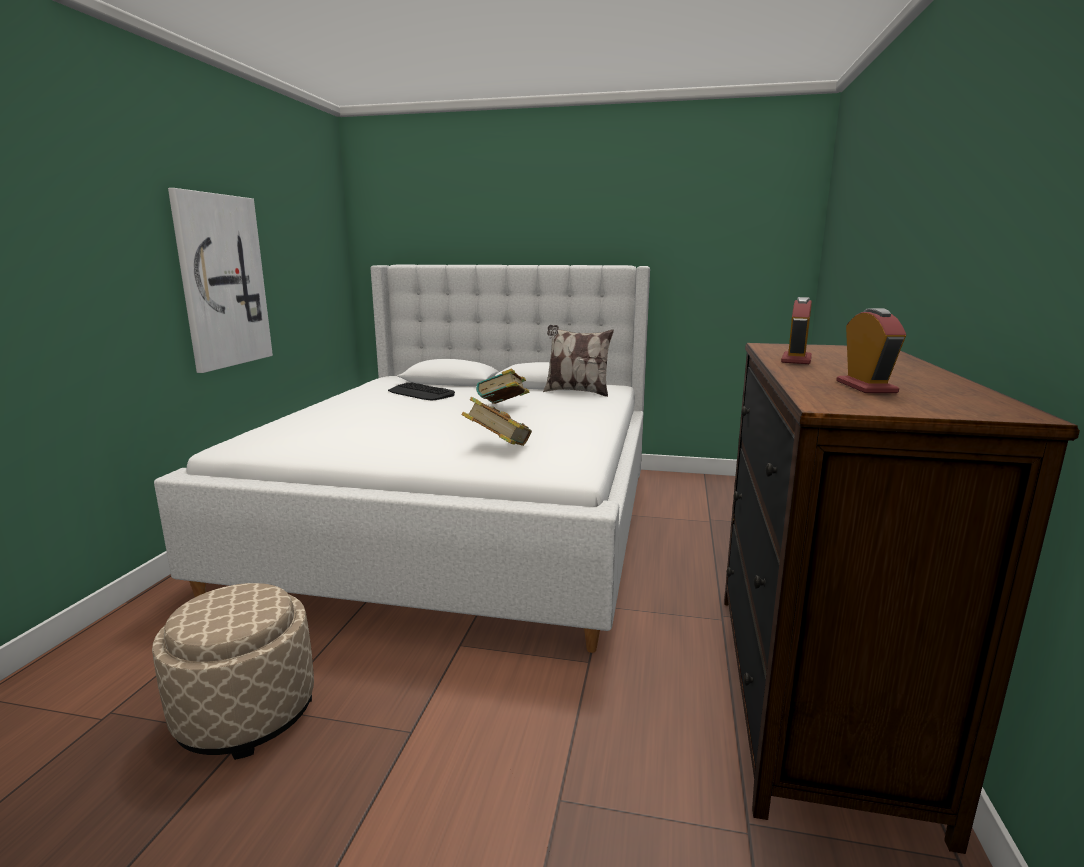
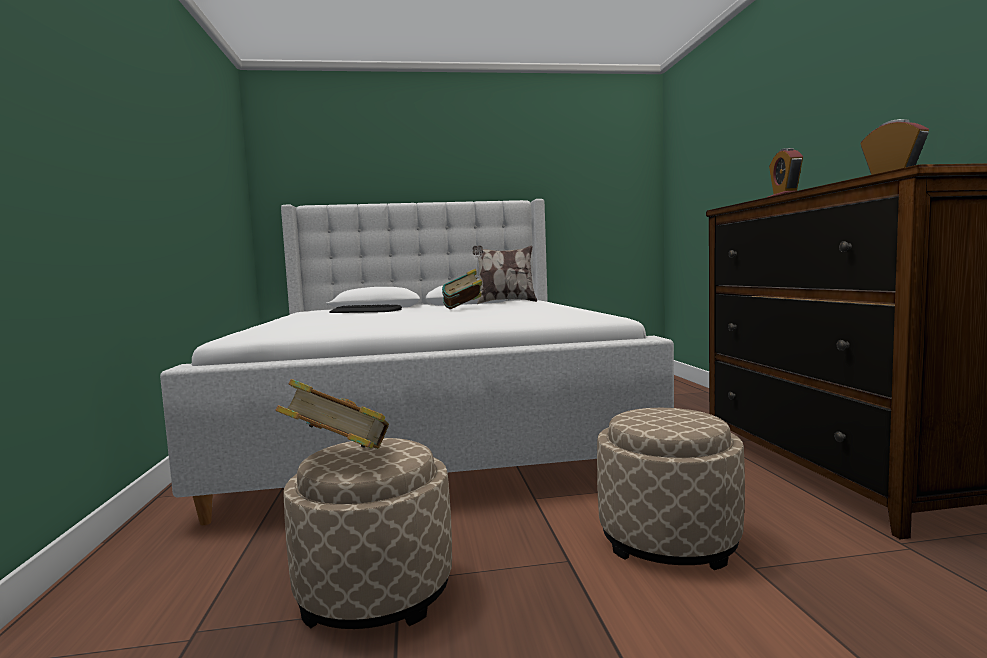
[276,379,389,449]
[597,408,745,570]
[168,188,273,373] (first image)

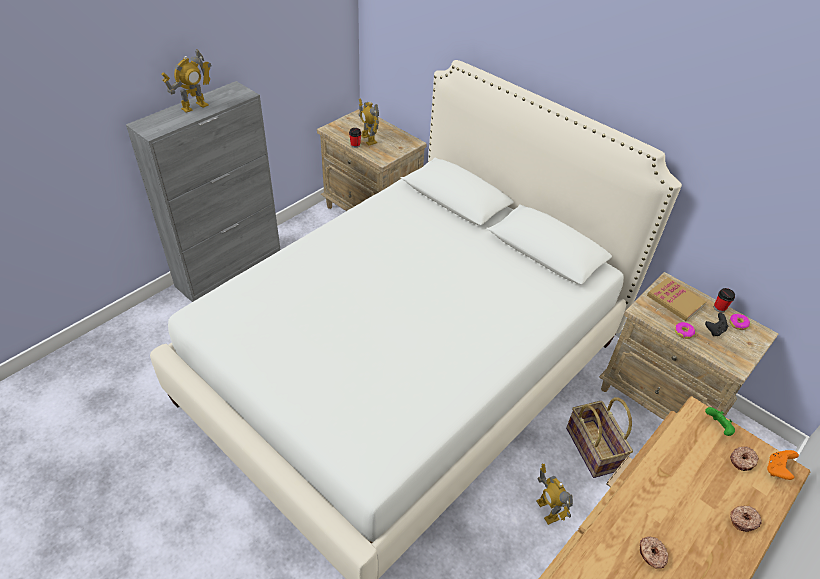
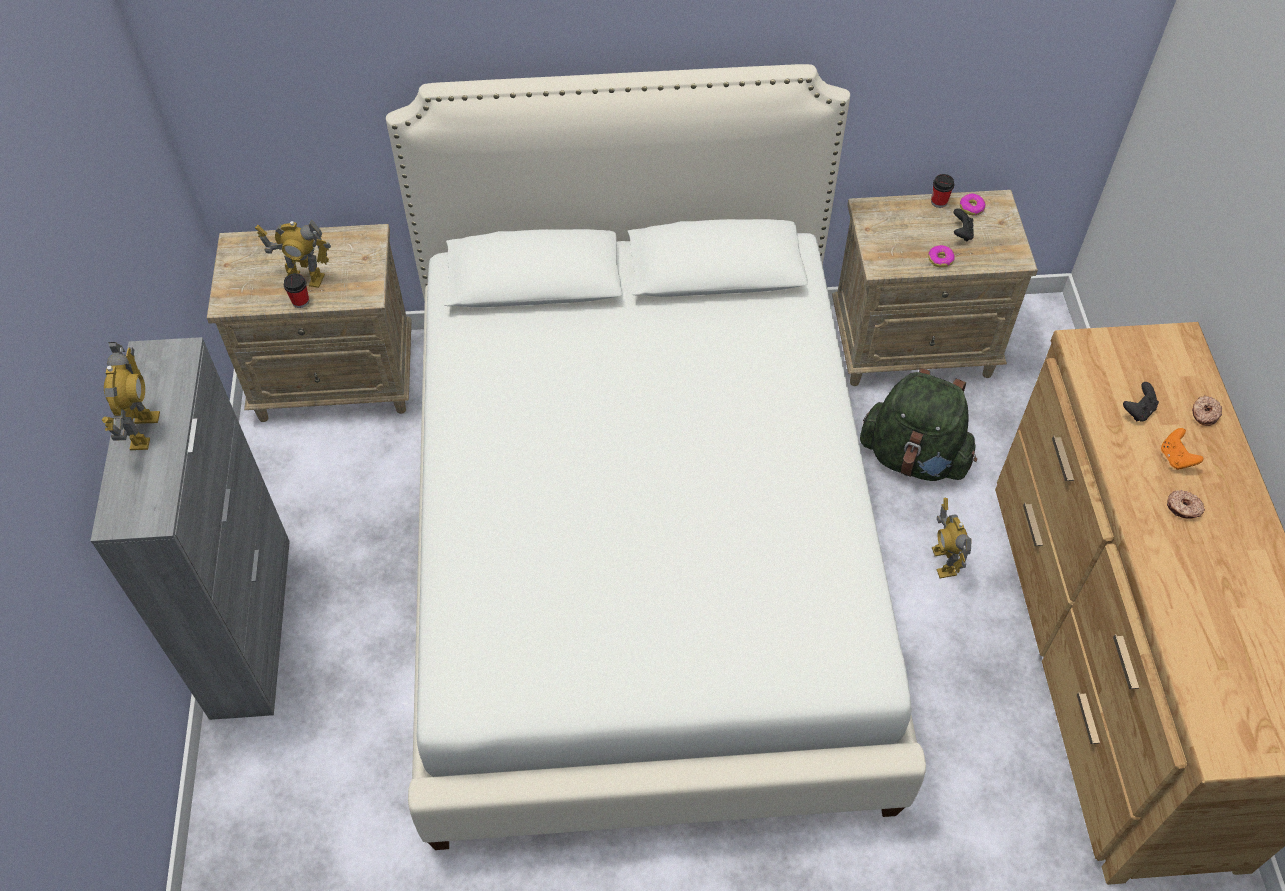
[860,368,977,481]
[932,498,972,578]
[1123,382,1159,422]
[1161,428,1204,470]
[647,277,706,321] (first image)
[705,407,735,436] (first image)
[730,447,759,471] (first image)

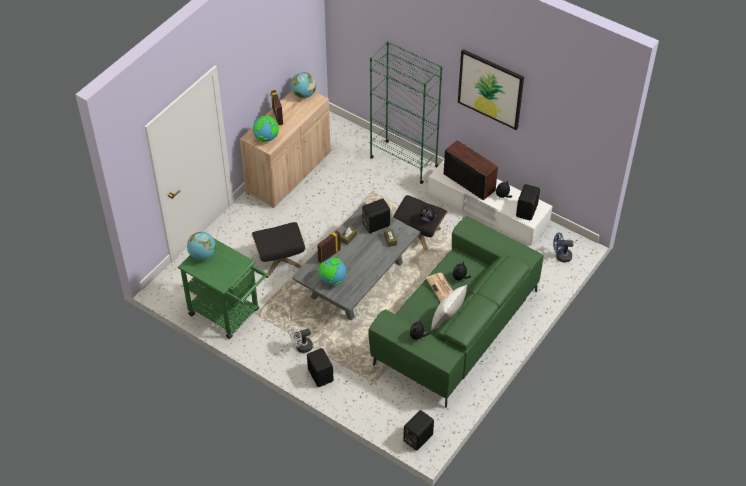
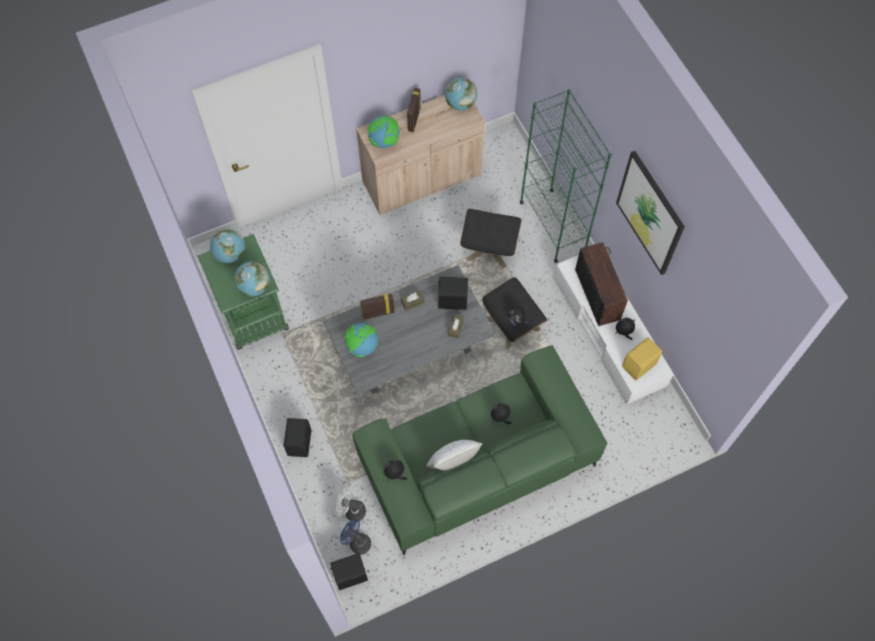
[234,262,270,297]
[336,488,366,522]
[340,519,371,555]
[460,209,522,268]
[622,337,662,380]
[426,273,453,302] (first image)

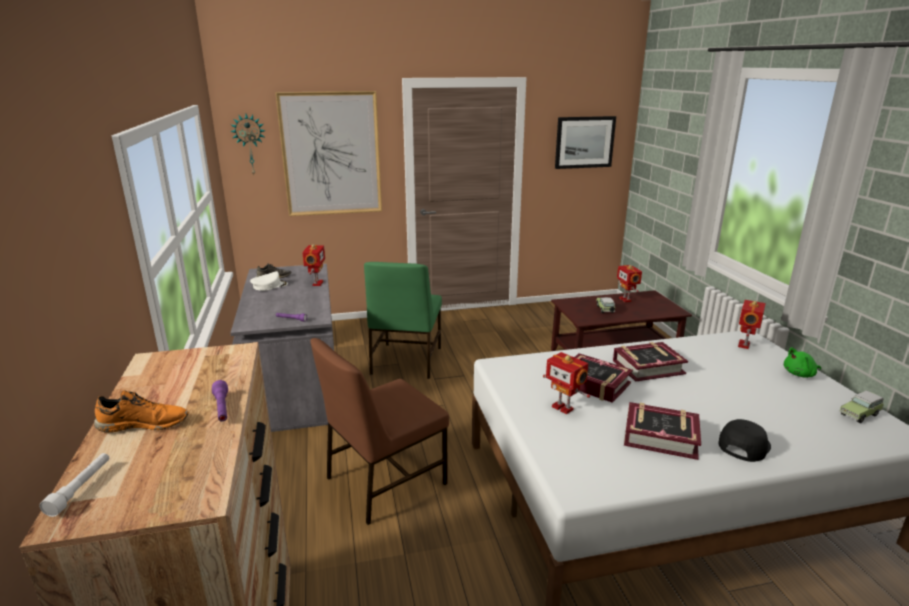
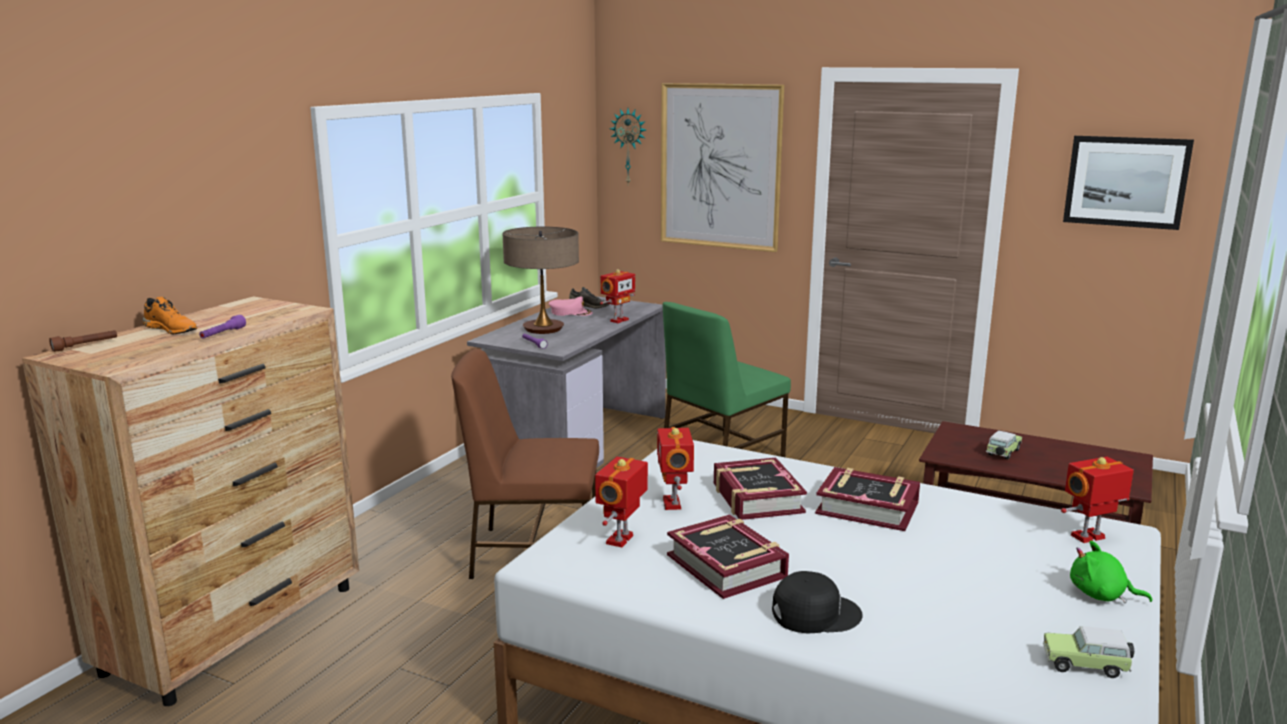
[49,330,117,352]
[503,227,579,334]
[549,297,593,316]
[595,457,648,548]

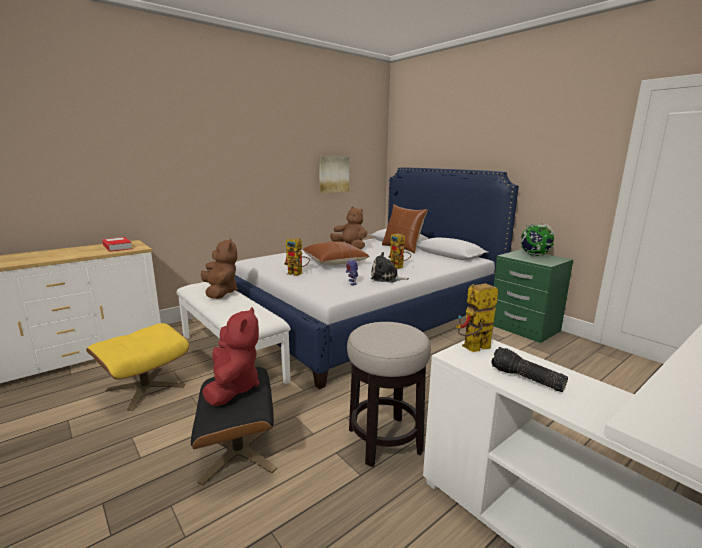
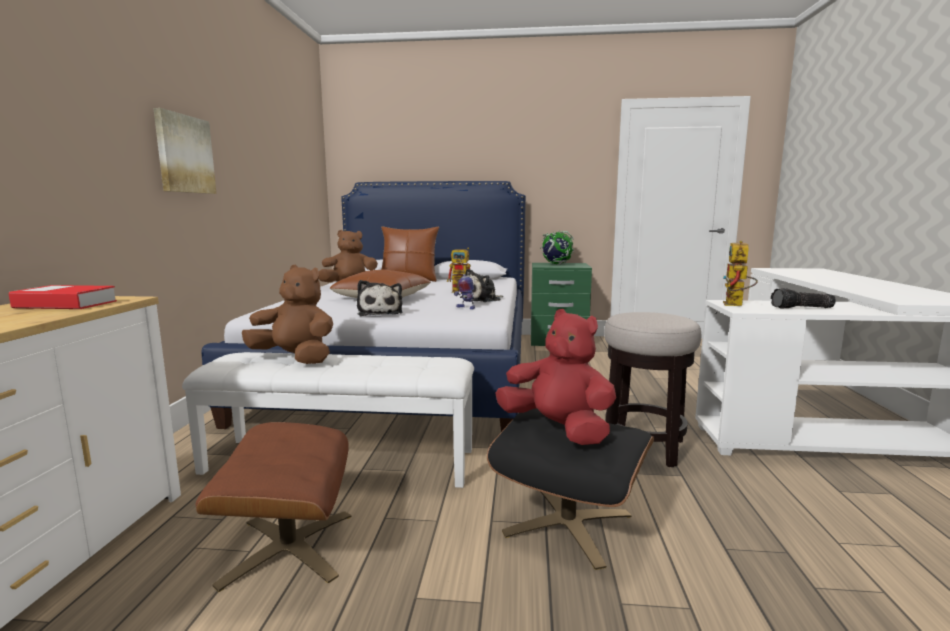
[153,108,216,194]
[196,422,352,592]
[357,280,402,316]

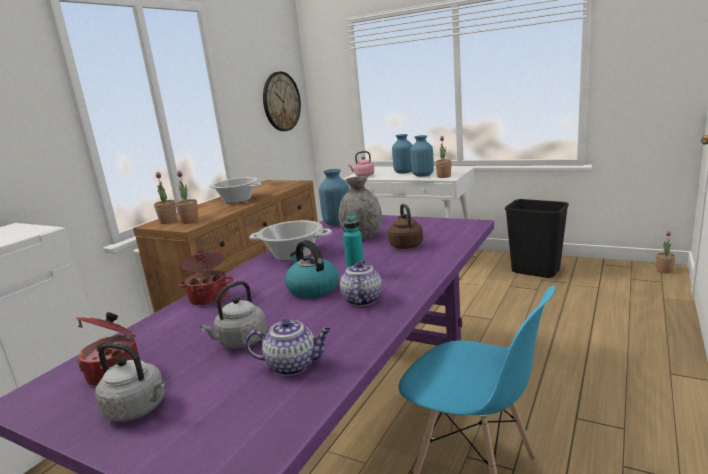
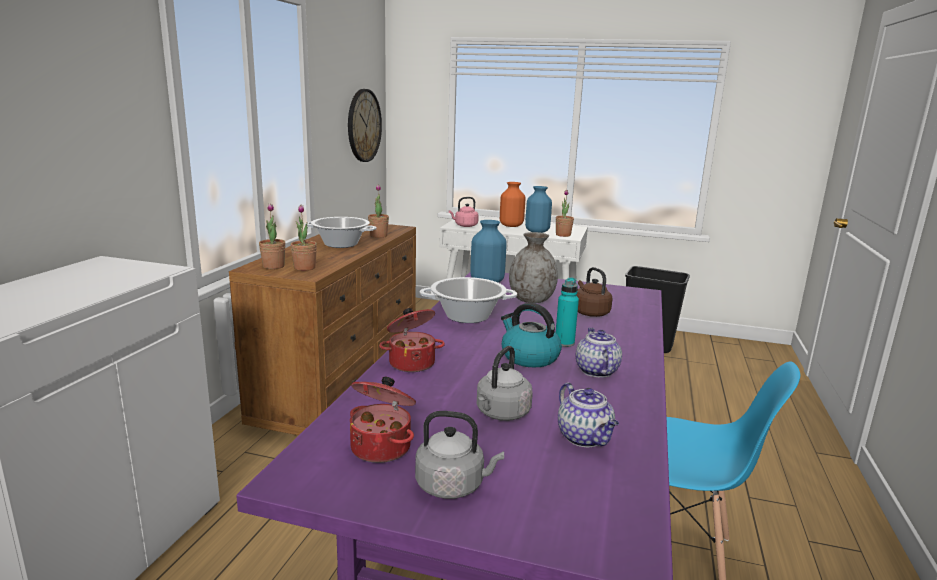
[368,185,389,238]
[500,182,525,227]
[558,383,619,447]

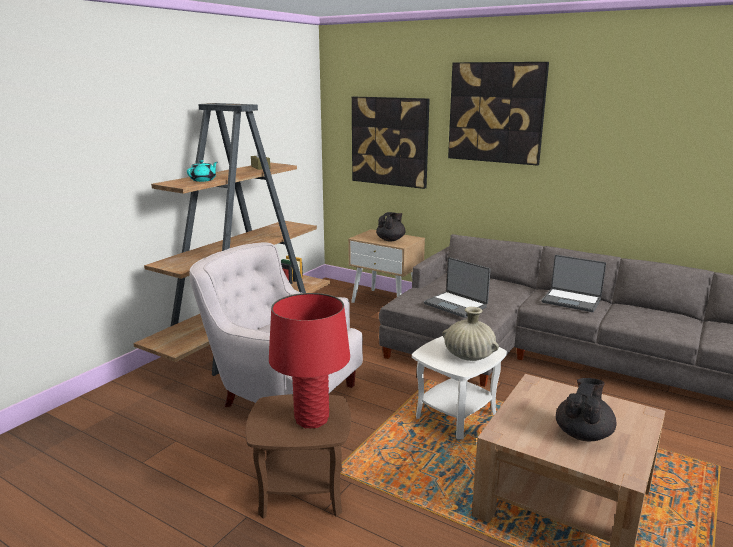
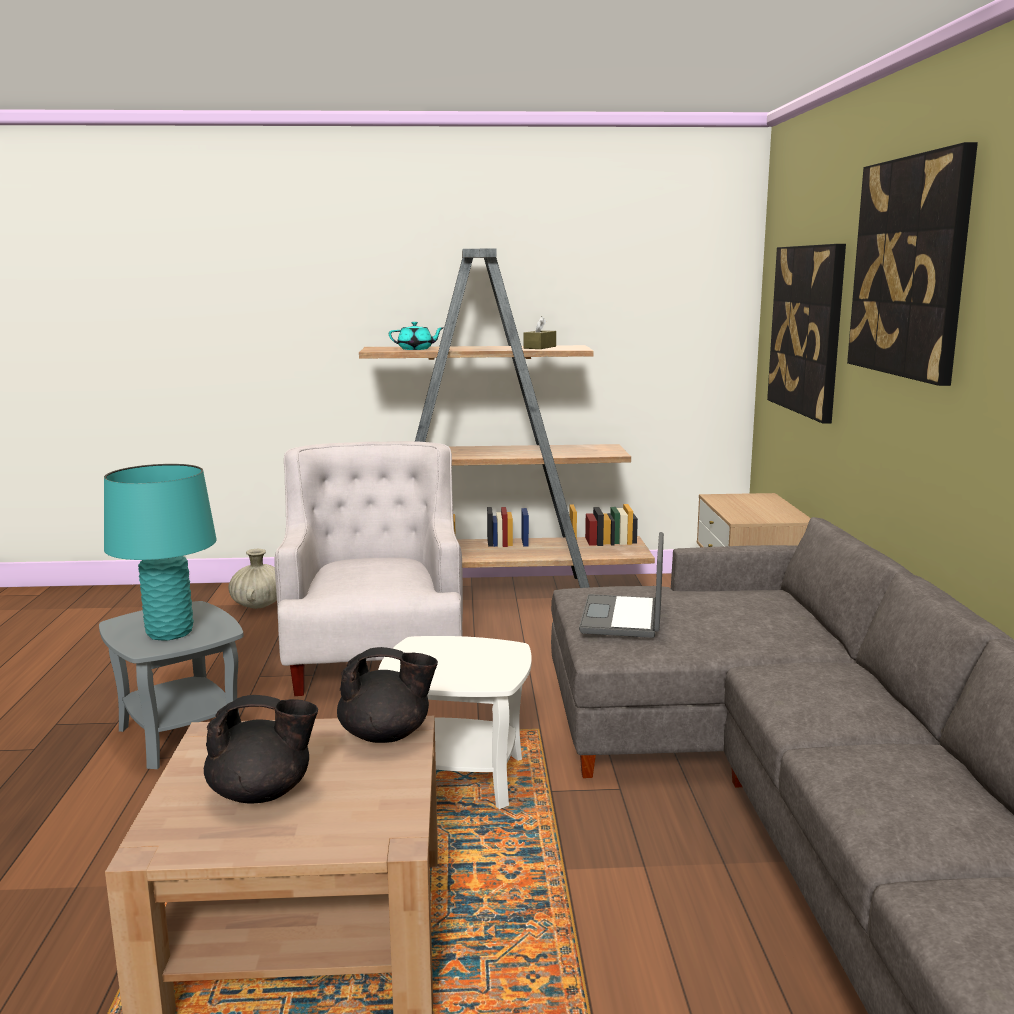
[99,601,244,769]
[104,464,217,640]
[228,549,277,609]
[337,647,438,743]
[542,255,606,312] (first image)

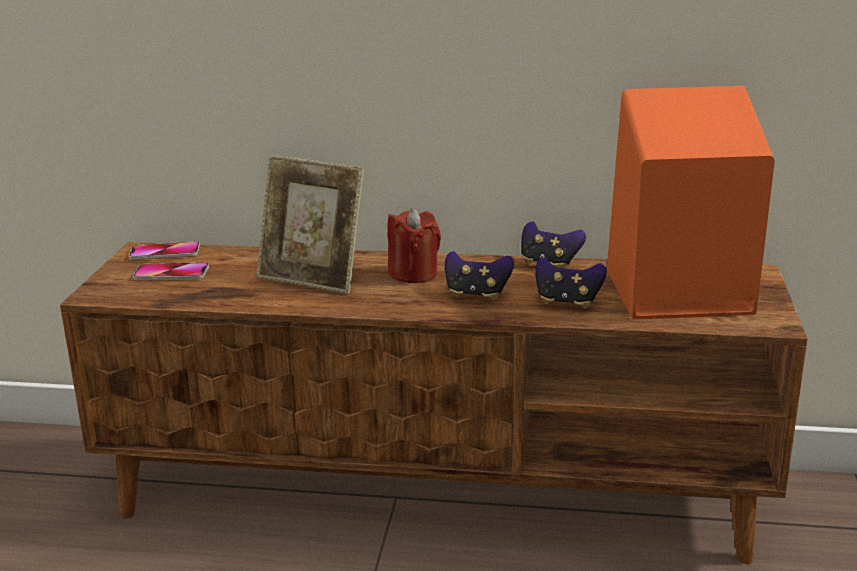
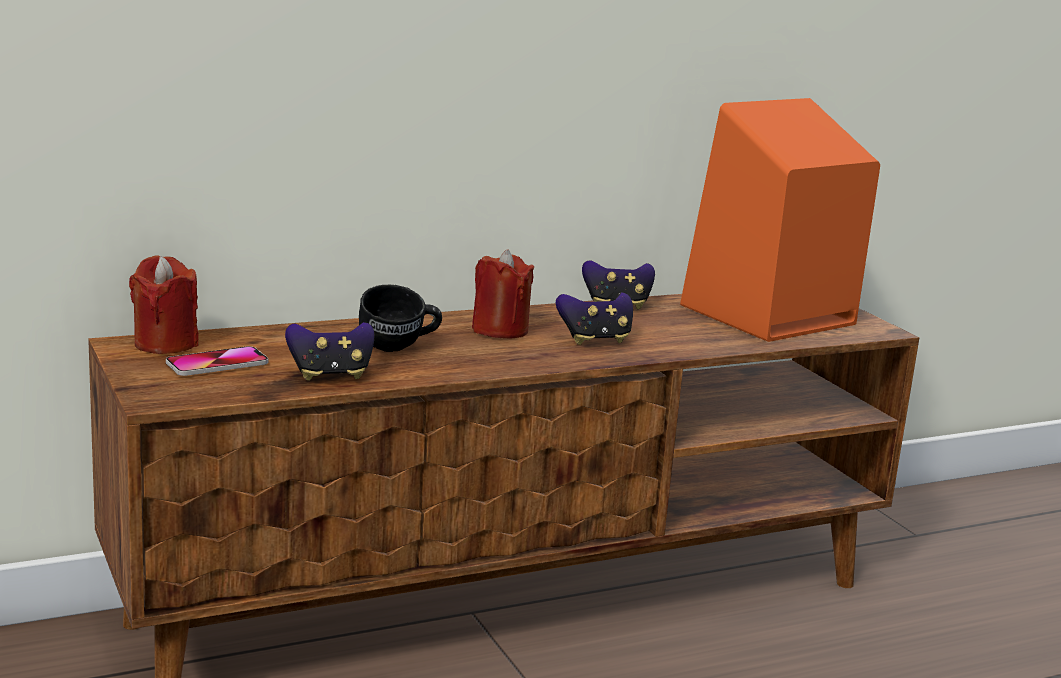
[129,256,199,354]
[285,322,375,381]
[359,284,442,352]

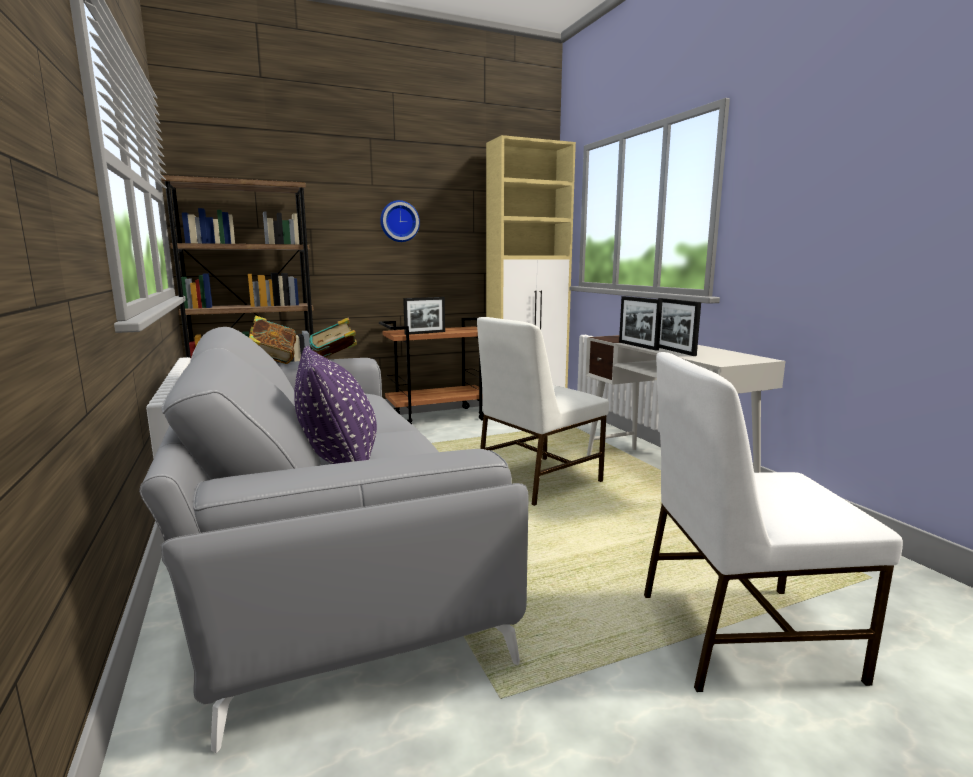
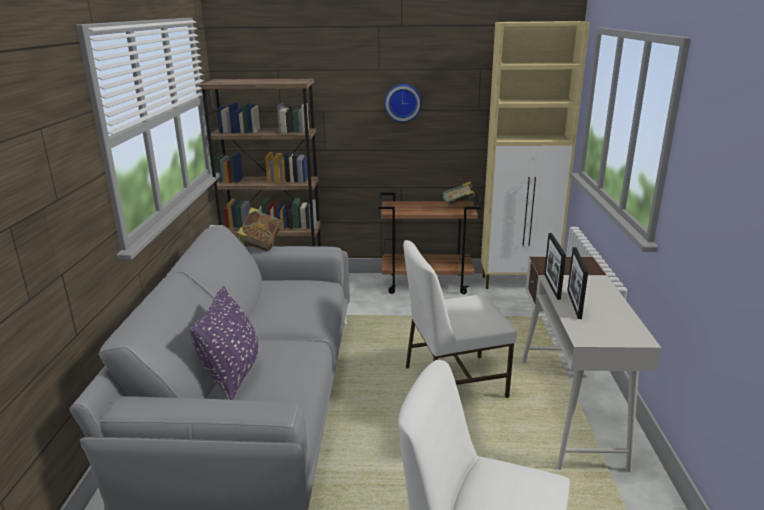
[443,182,476,205]
[403,297,445,335] (first image)

